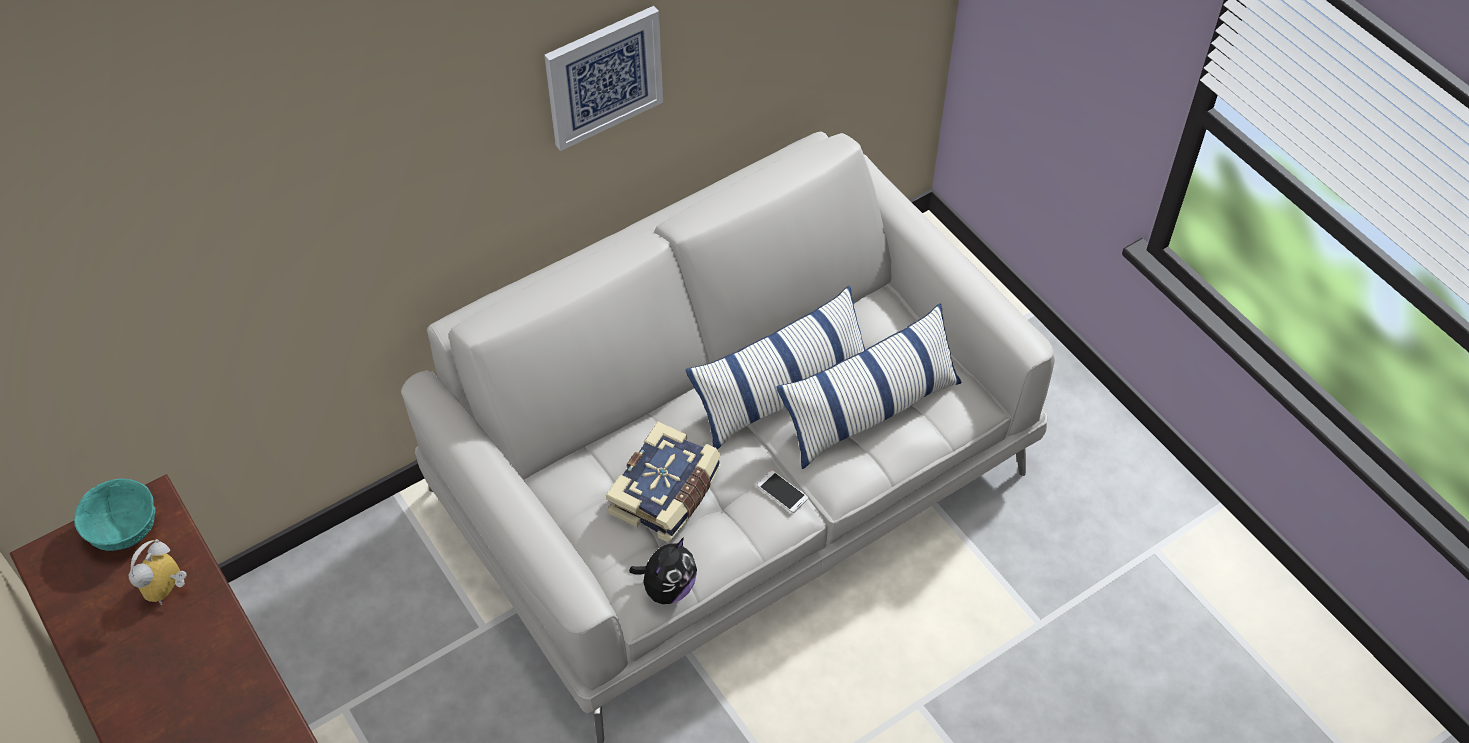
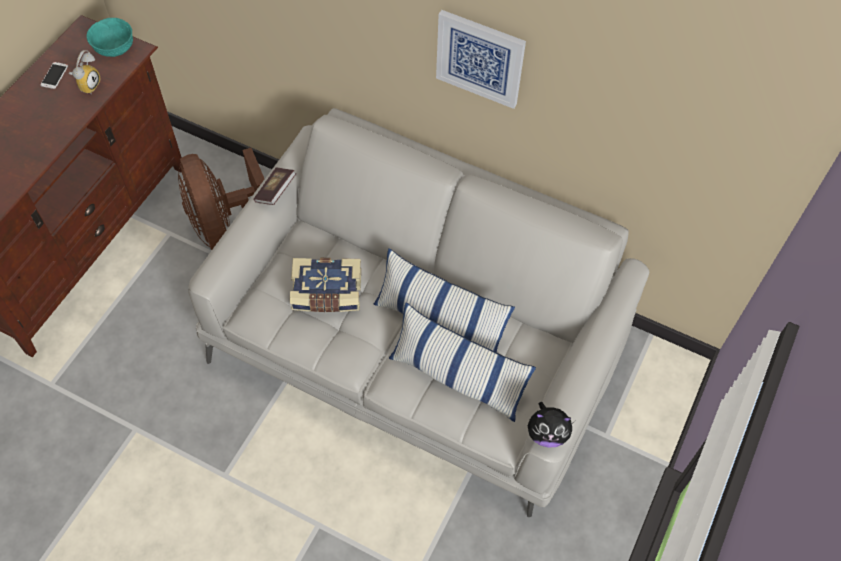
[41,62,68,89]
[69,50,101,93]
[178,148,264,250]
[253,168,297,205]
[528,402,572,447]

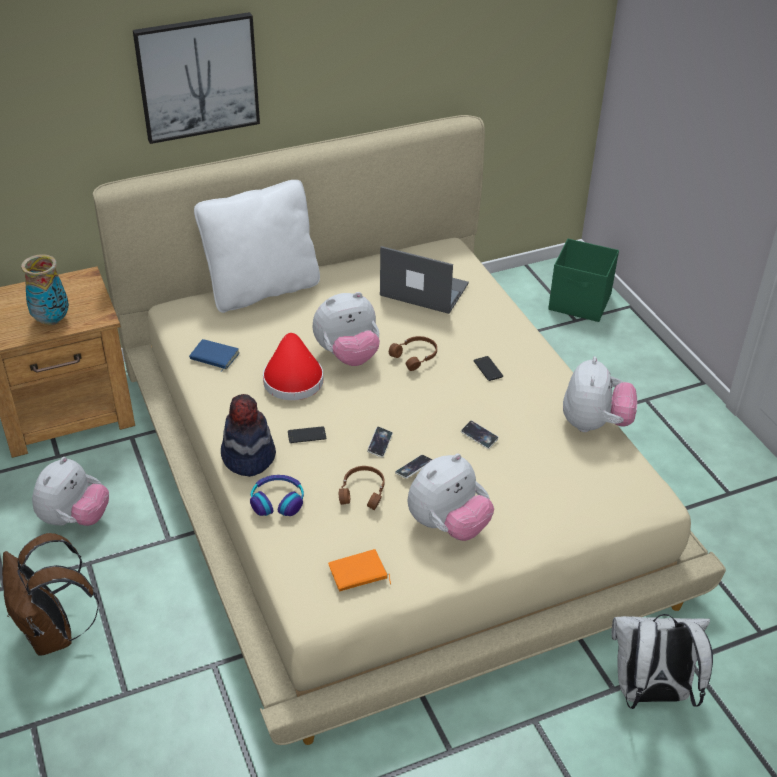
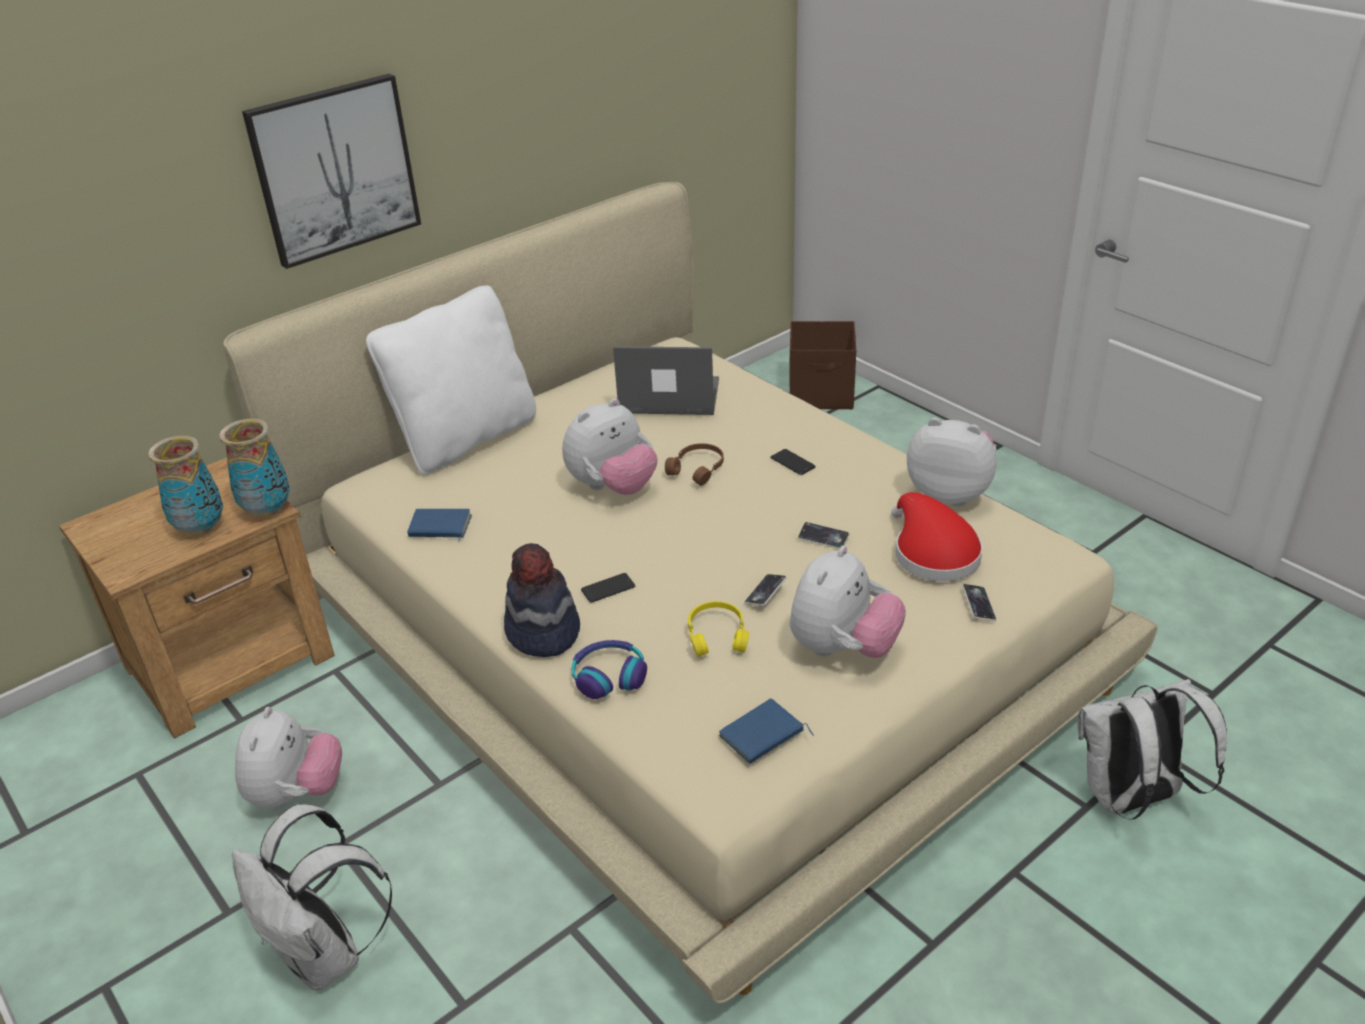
[219,418,290,517]
[232,804,392,991]
[688,601,749,657]
[719,698,814,764]
[789,321,856,409]
[891,492,983,581]
[907,418,997,507]
[962,584,996,621]

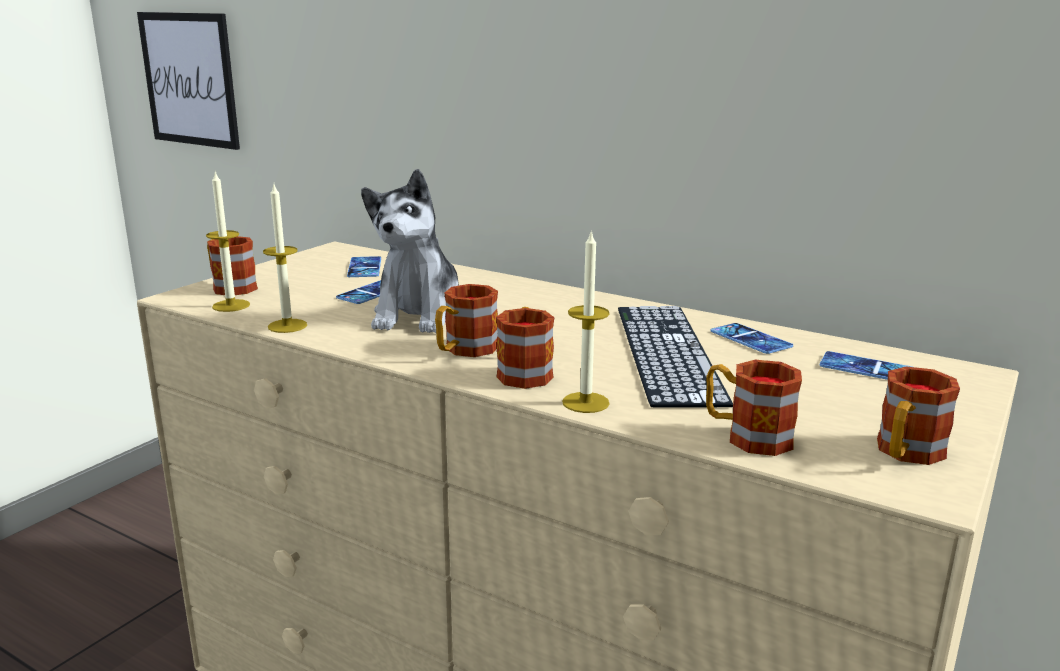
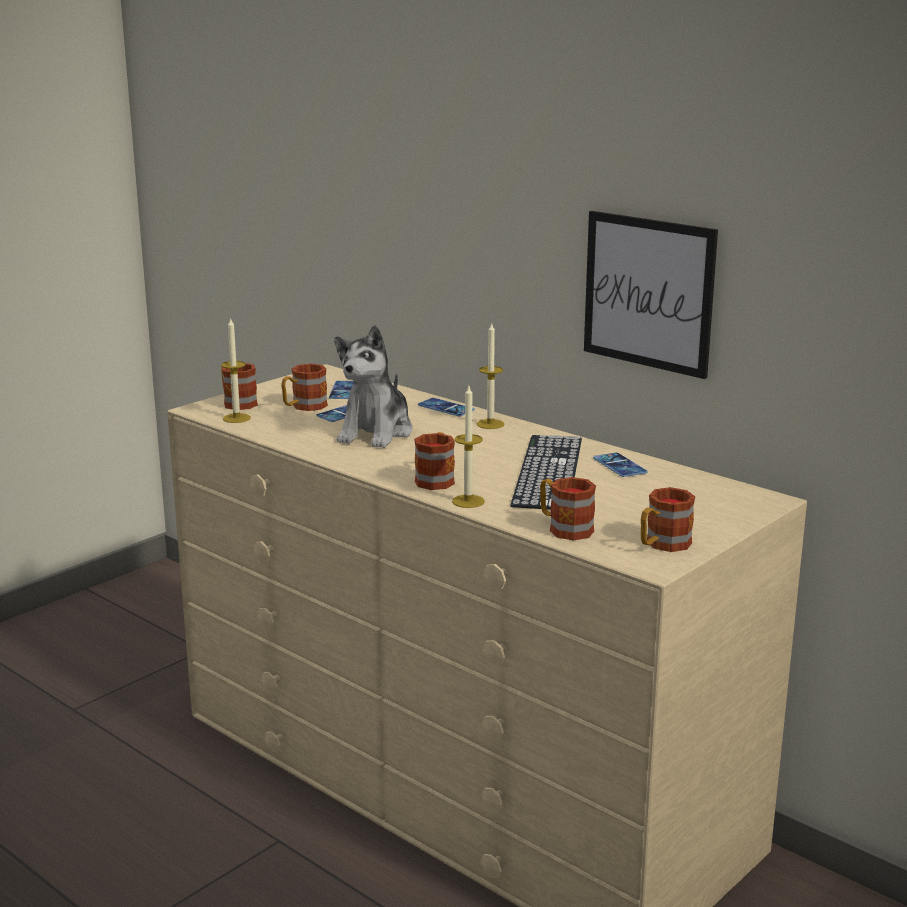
[281,364,328,411]
[418,398,475,417]
[477,323,505,429]
[584,211,718,379]

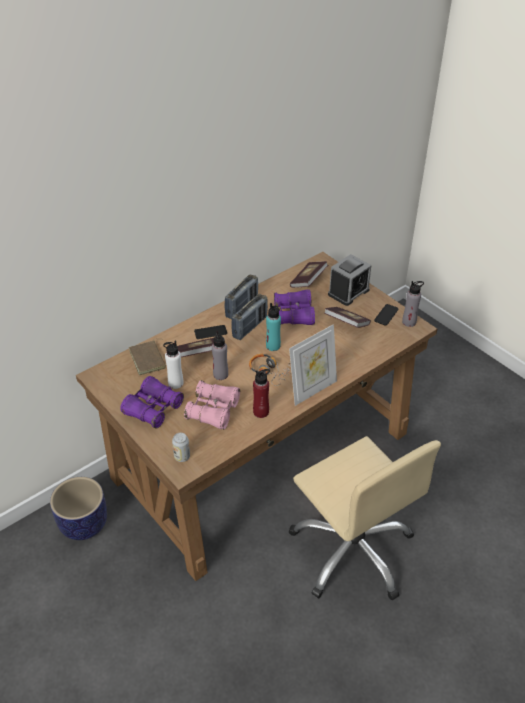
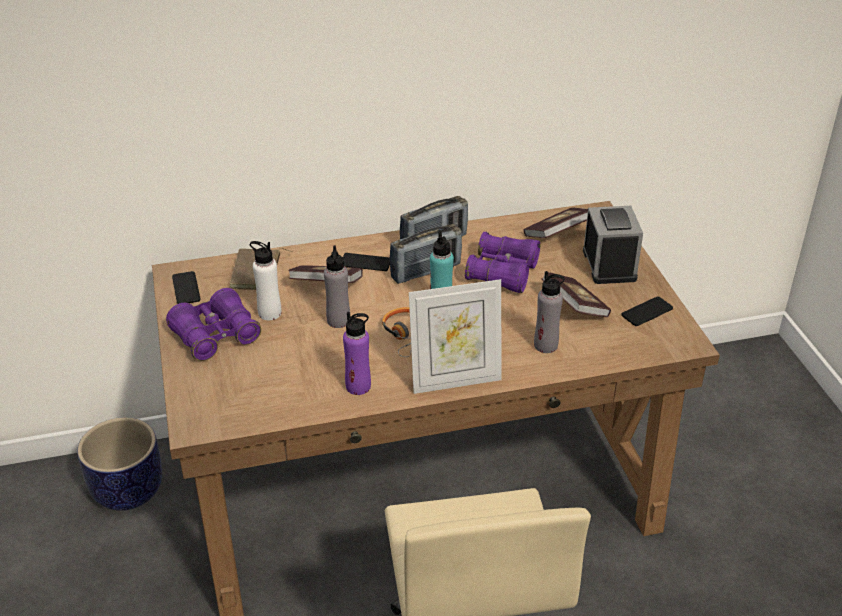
[172,271,200,304]
[343,312,371,395]
[534,271,565,353]
[583,206,643,284]
[172,433,190,462] (first image)
[184,380,240,430] (first image)

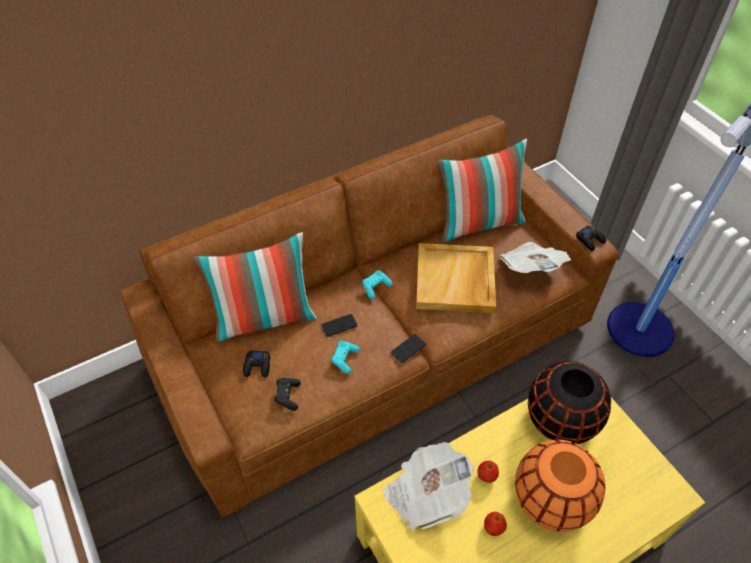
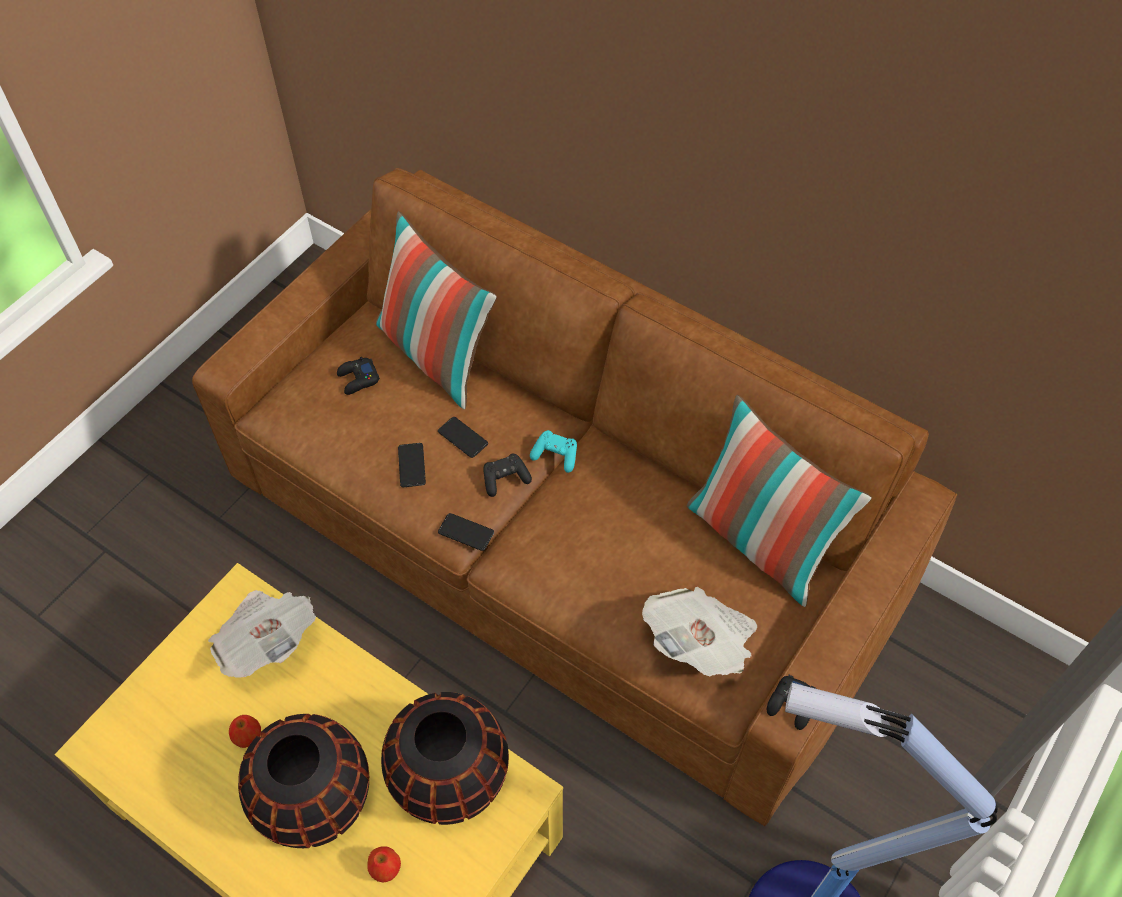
[238,714,369,848]
[367,846,401,883]
[398,443,426,487]
[483,453,532,497]
[416,243,496,313] (first image)

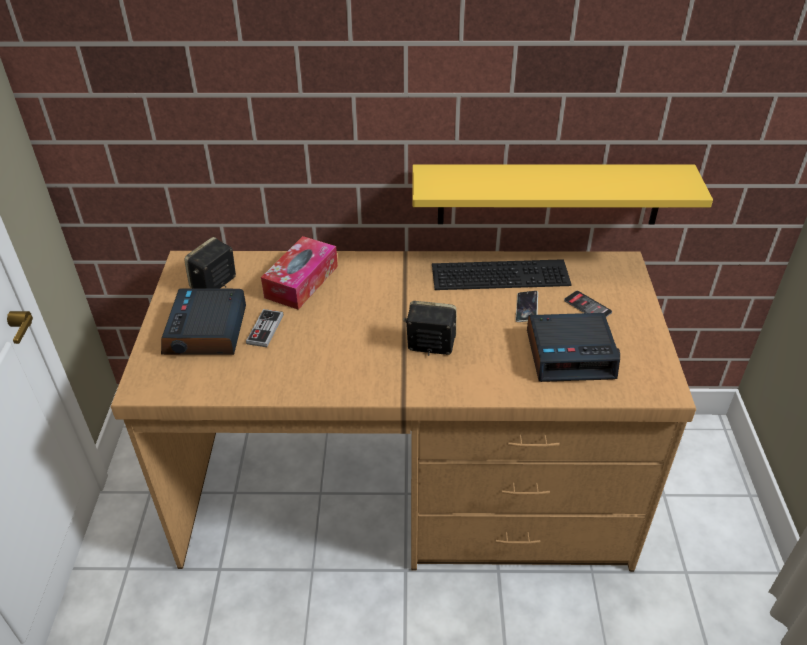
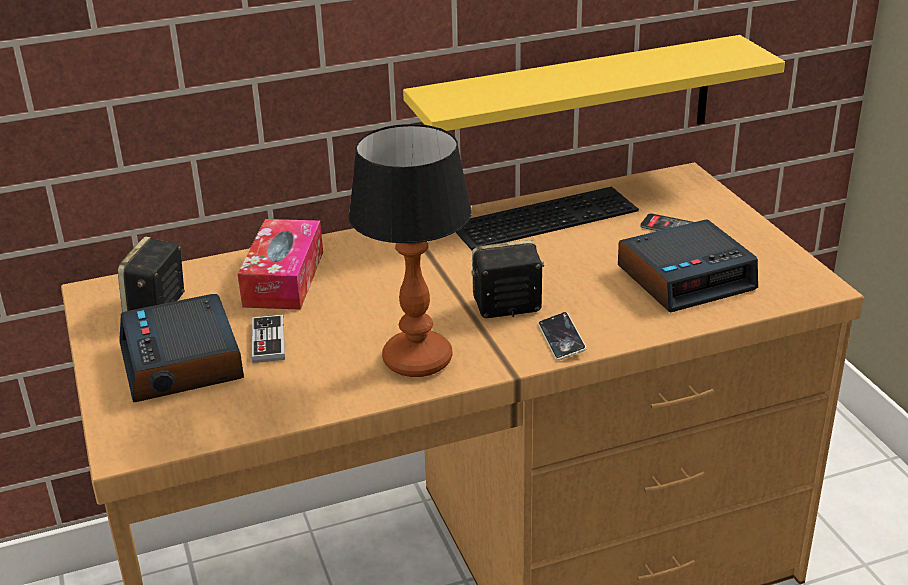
[348,124,472,377]
[538,312,587,360]

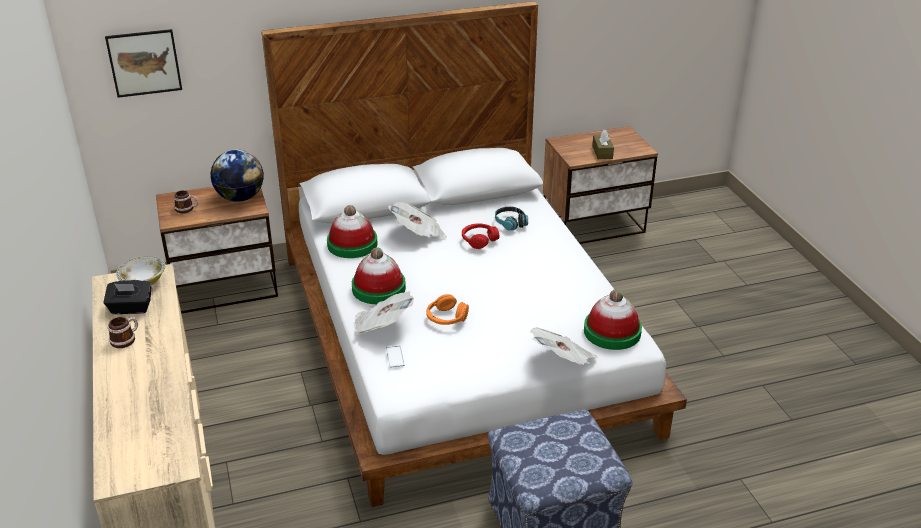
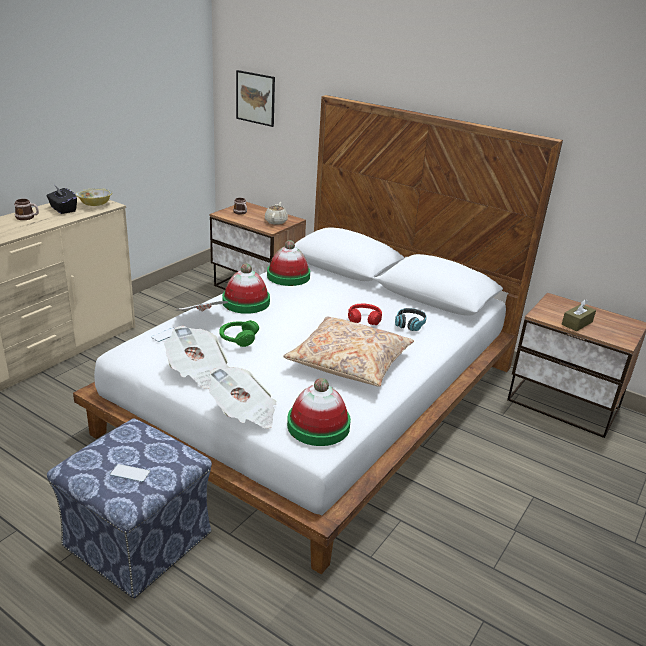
[110,464,150,482]
[164,326,230,389]
[219,320,259,347]
[265,202,288,225]
[283,317,414,387]

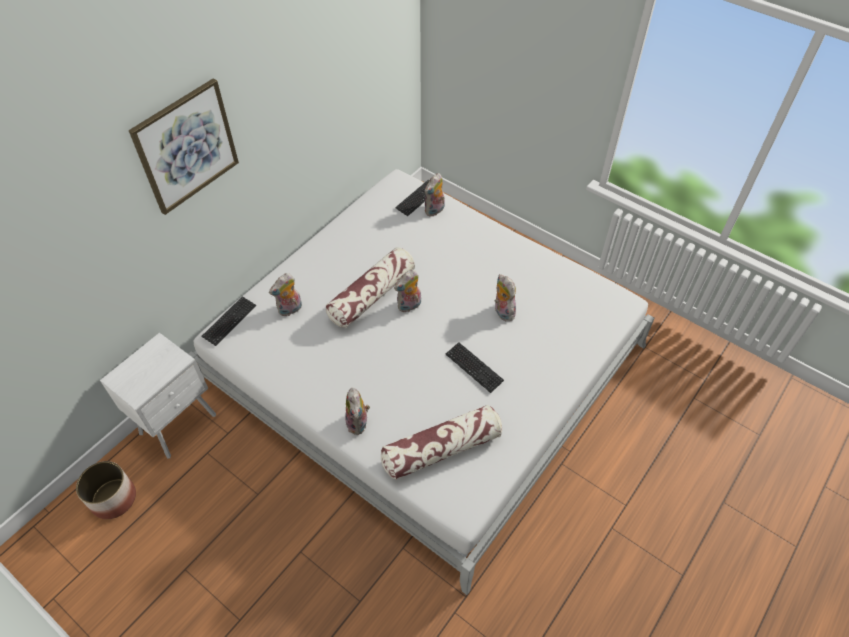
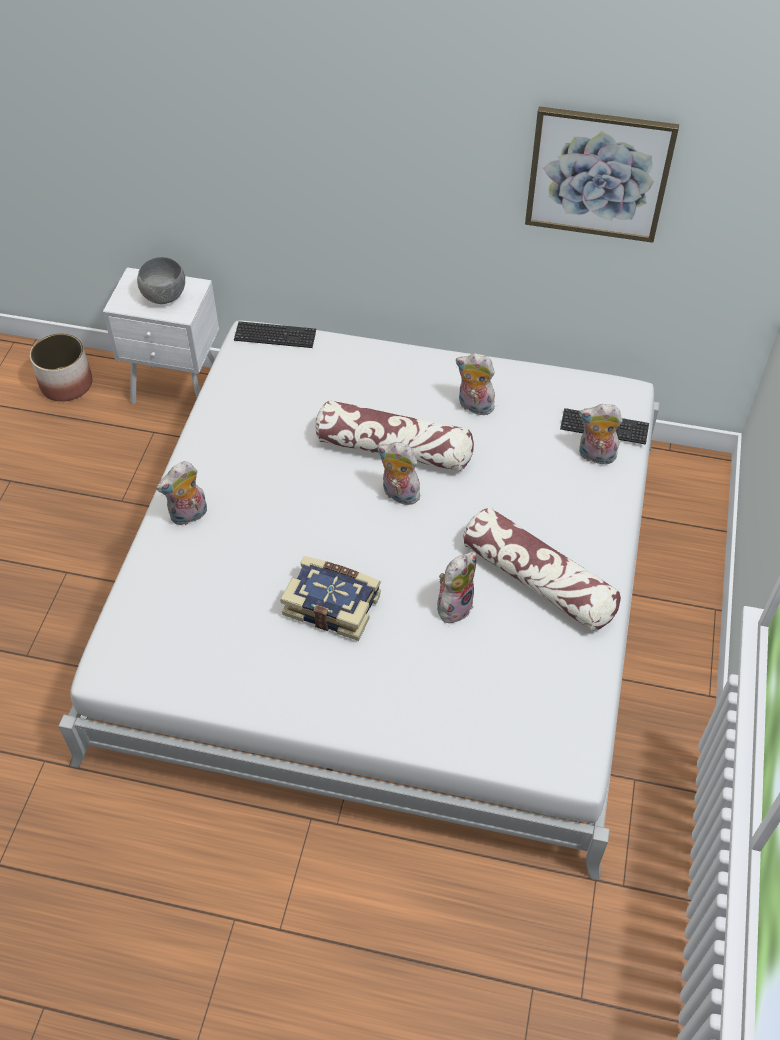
[137,257,185,304]
[280,556,381,641]
[456,353,495,417]
[463,507,621,631]
[525,106,679,243]

